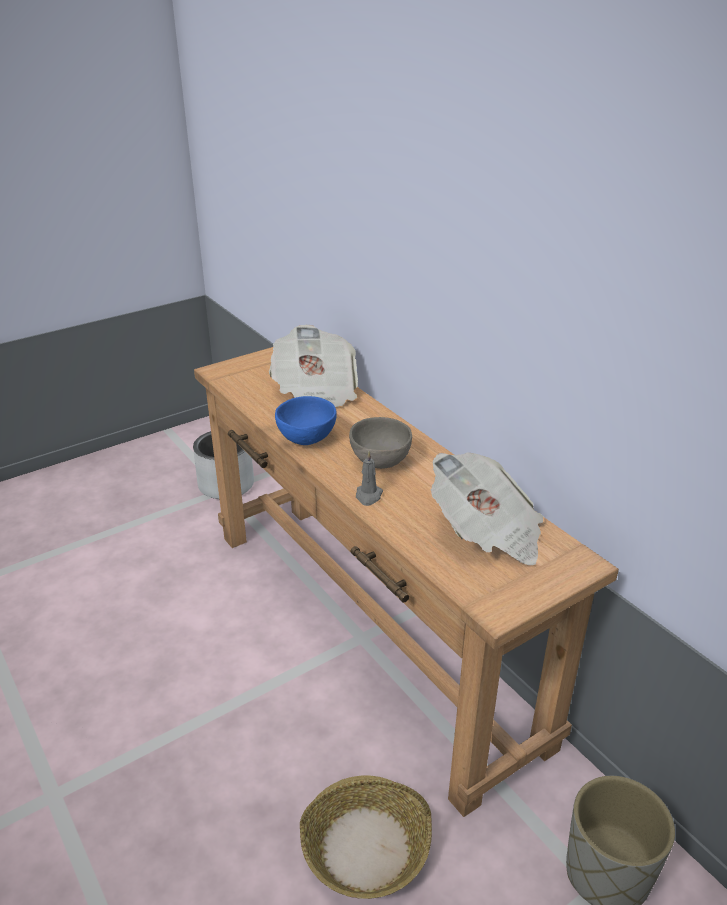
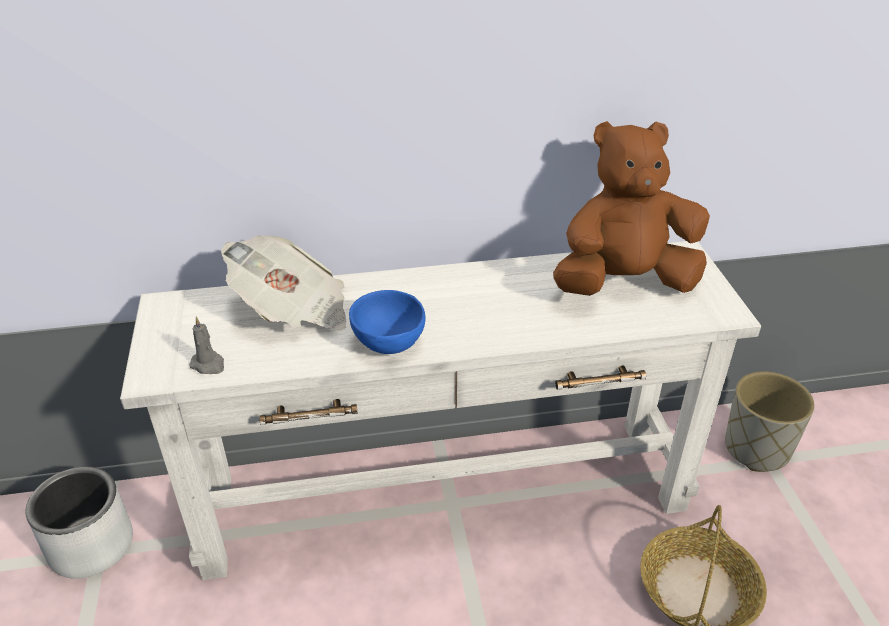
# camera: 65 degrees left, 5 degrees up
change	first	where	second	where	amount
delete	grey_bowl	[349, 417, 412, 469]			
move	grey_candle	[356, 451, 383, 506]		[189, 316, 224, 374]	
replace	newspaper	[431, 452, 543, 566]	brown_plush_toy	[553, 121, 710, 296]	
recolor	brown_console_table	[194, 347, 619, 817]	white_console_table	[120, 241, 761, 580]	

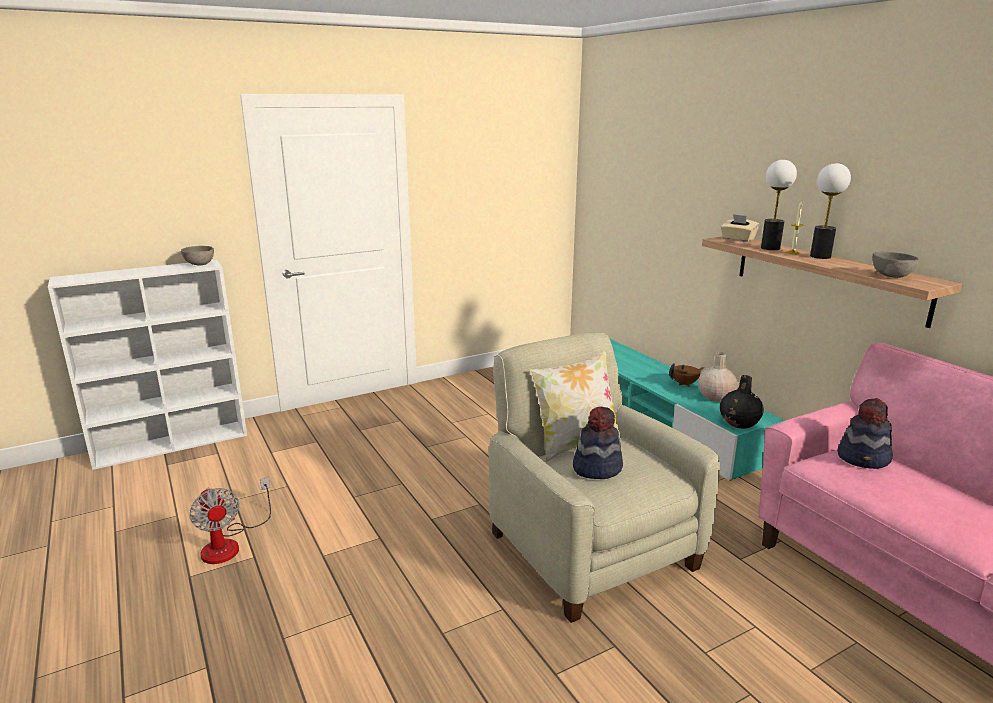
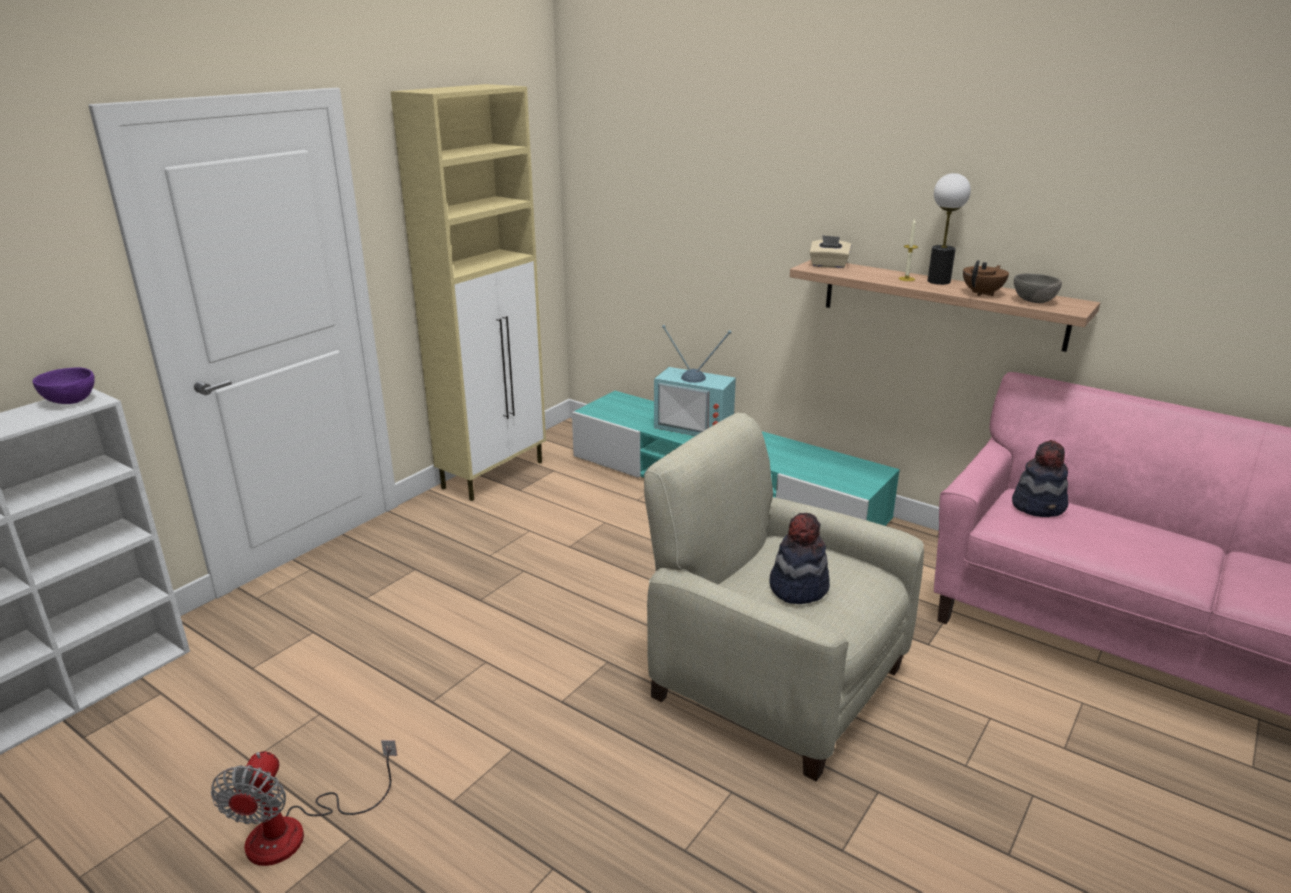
# camera: 25 degrees left, 5 degrees up
change	first	where	second	where	amount
delete	pillow	[530, 350, 621, 462]			
delete	beige_vase	[698, 352, 738, 402]			
delete	black_vase	[720, 375, 764, 429]			
delete	table_lamp	[761, 160, 797, 250]			
insert			beige_cabinet	[390, 84, 546, 501]	
insert			television	[654, 325, 736, 436]	
move	brown_teapot	[669, 363, 704, 387]		[963, 260, 1009, 296]	
recolor	grey_bowl	[181, 246, 214, 265]	purple_bowl	[32, 367, 95, 404]	
rotate	fan	[189, 477, 271, 564]		[211, 740, 397, 866]	60 degrees clockwise

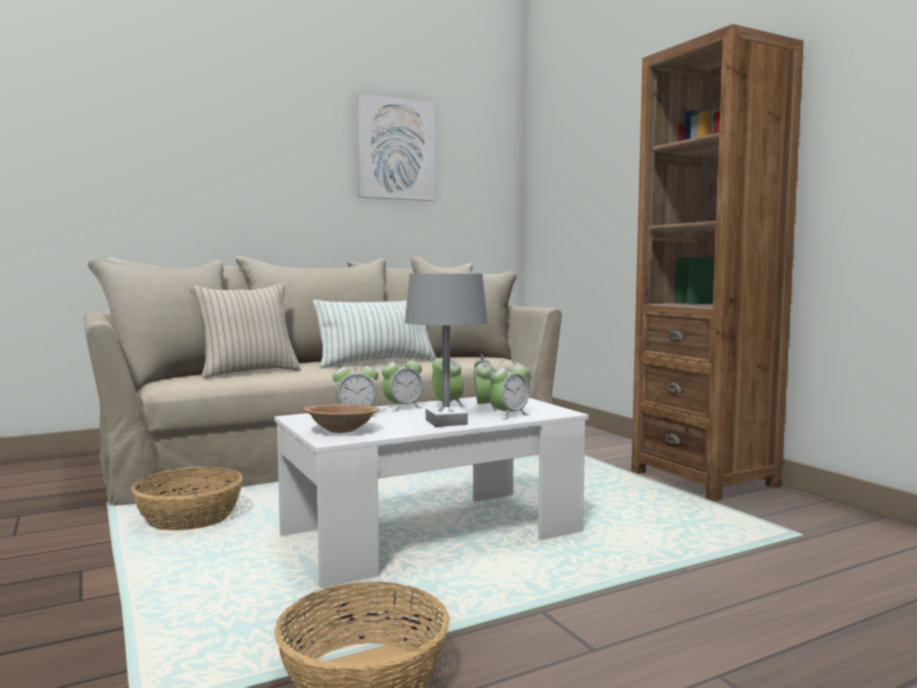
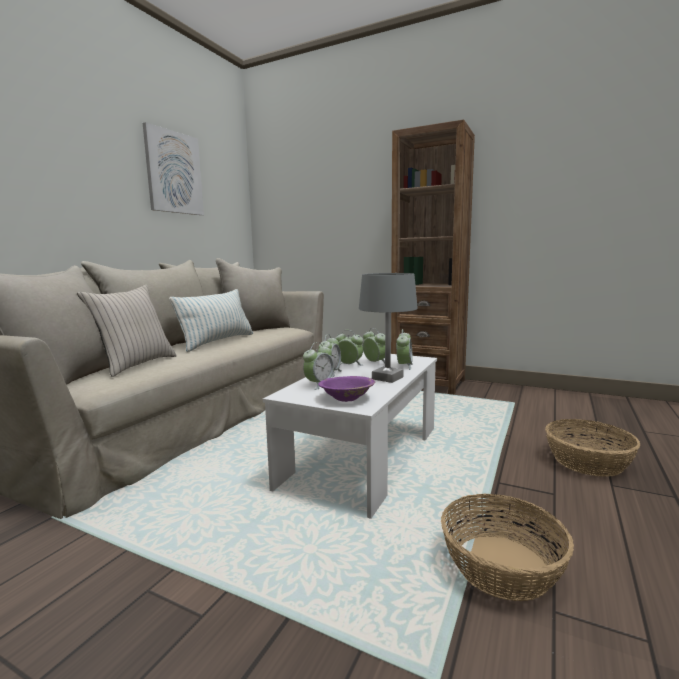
# camera: 35 degrees left, 5 degrees up
change	first	where	second	where	amount
move	basket	[131, 467, 243, 530]		[545, 419, 640, 477]	
recolor	brown_bowl	[304, 404, 379, 433]	purple_bowl	[318, 376, 375, 402]	

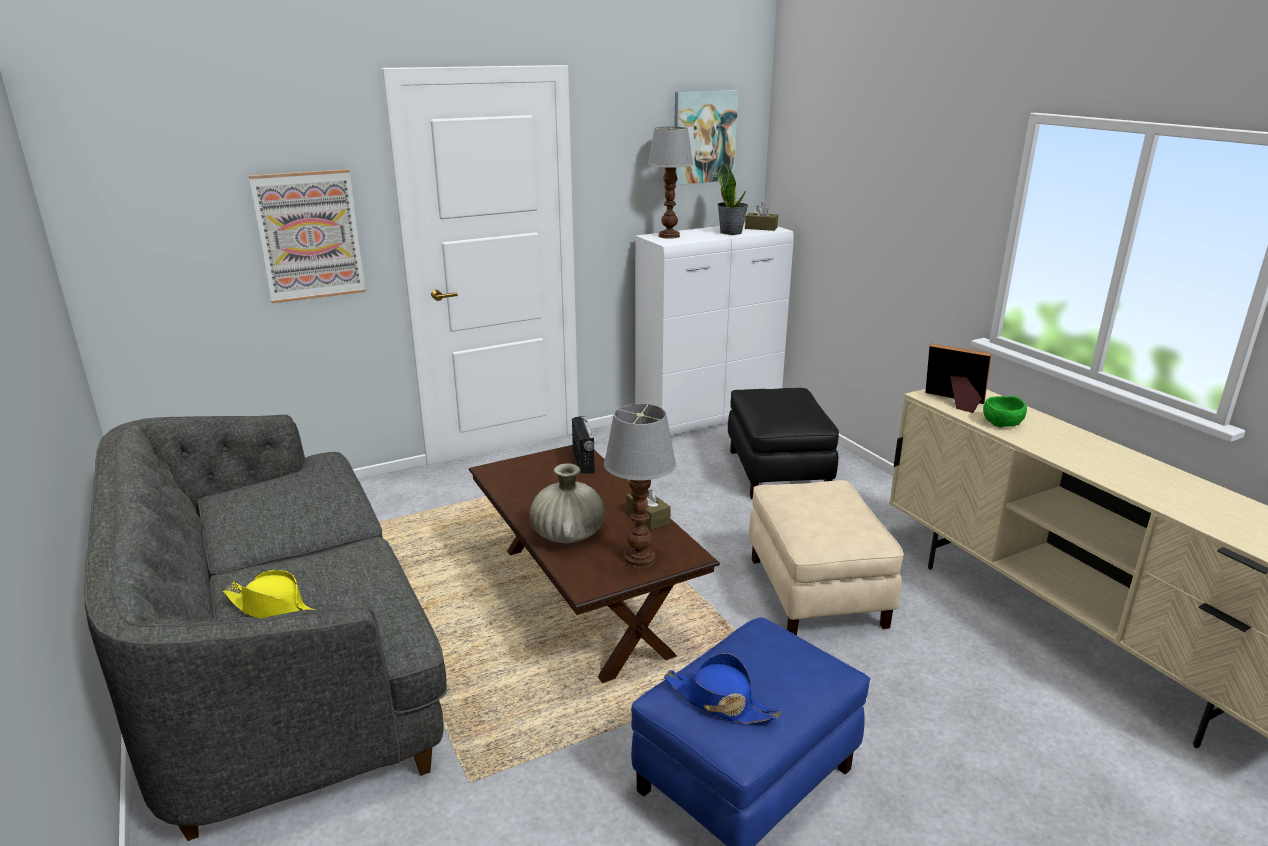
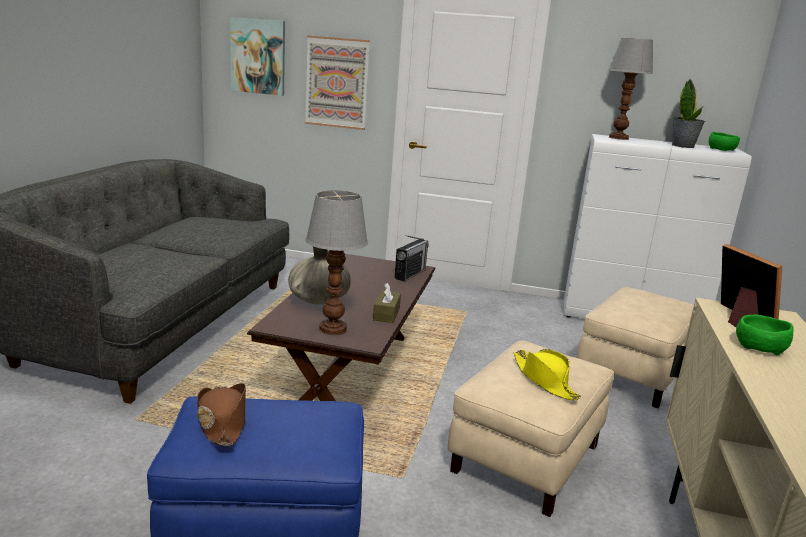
# camera: 40 degrees right, 5 degrees down
change	first	where	second	where	amount
move	yellow_hat	[223, 570, 314, 618]		[514, 349, 581, 401]	
move	picture	[674, 90, 739, 185]		[230, 17, 285, 96]	
replace	brown_tissue_box	[745, 202, 778, 231]	green_bowl	[709, 132, 740, 151]	
recolor	blue_hat	[664, 653, 782, 723]	brown_hat	[197, 383, 246, 446]	
recolor	black_ottoman	[728, 388, 839, 499]	beige_ottoman	[577, 287, 694, 409]	

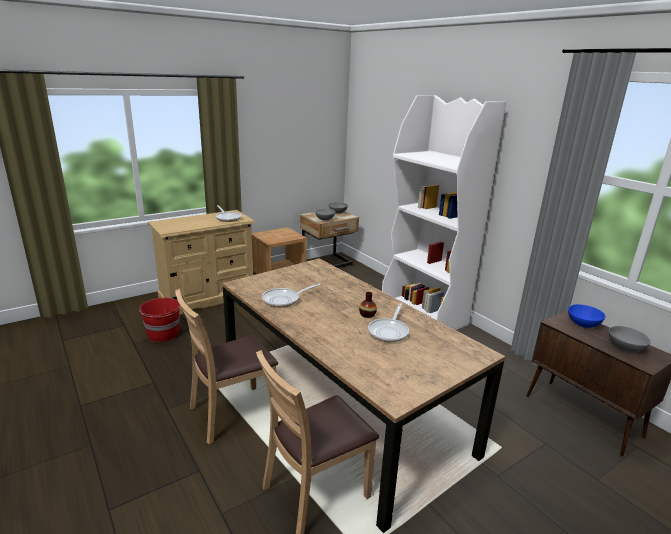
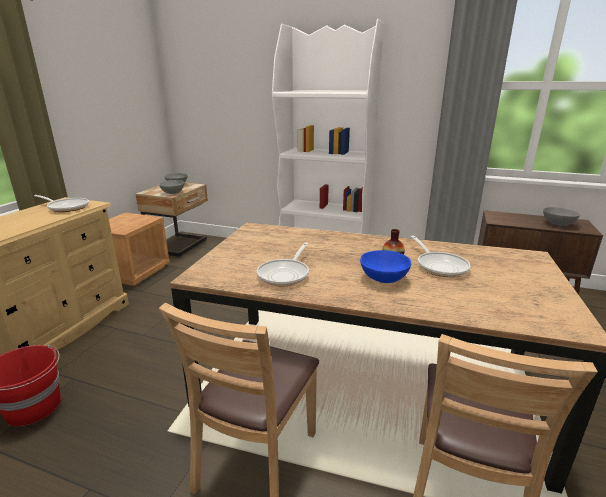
# camera: 35 degrees left, 0 degrees up
change	first	where	second	where	amount
move	blue_bowl	[568, 304, 605, 328]		[360, 250, 411, 283]	

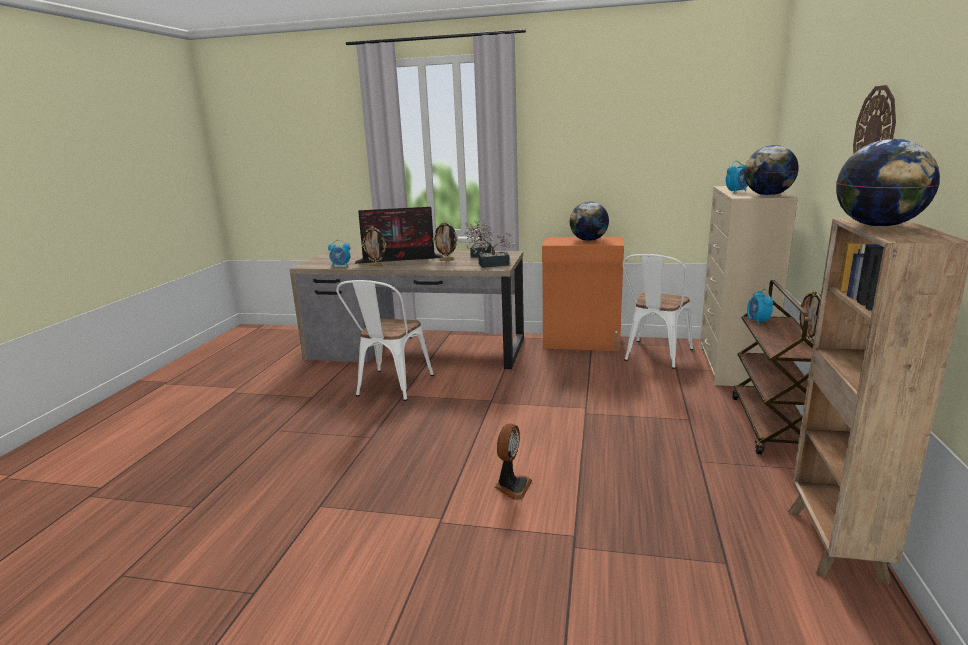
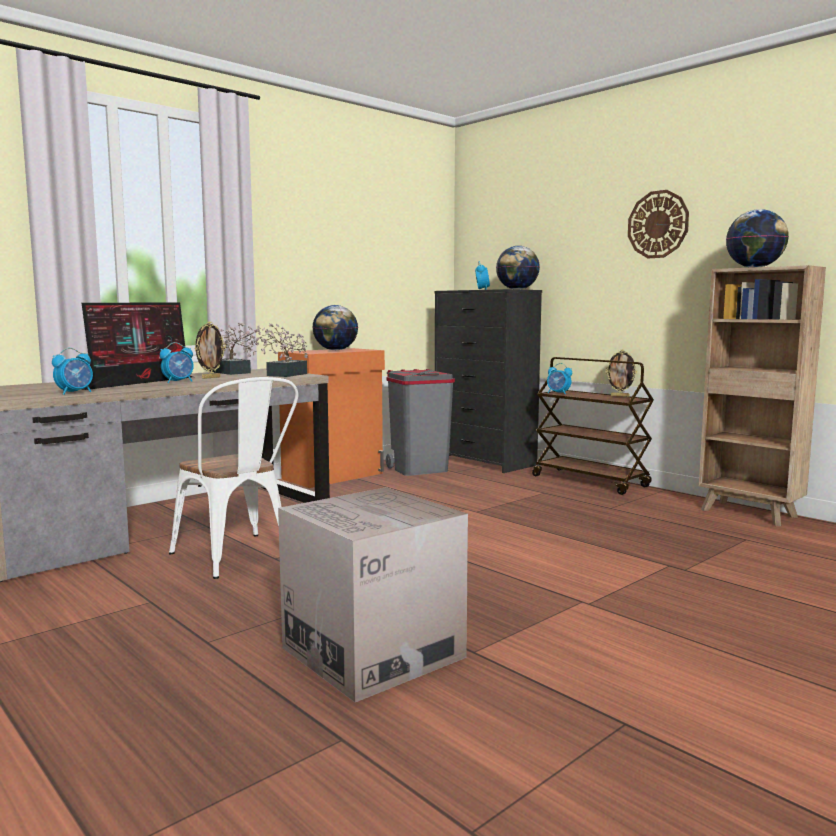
# camera: 55 degrees left, 10 degrees down
change	first	where	second	where	amount
delete	picture_frame	[362, 226, 386, 266]			
delete	fan	[495, 424, 532, 500]			
insert			alarm_clock	[160, 342, 194, 383]	
insert			cardboard_box	[278, 487, 468, 702]	
replace	white_chair	[623, 254, 693, 369]	grey_trash_can	[386, 369, 455, 476]	
recolor	beige_dresser	[700, 186, 798, 386]	black_dresser	[434, 289, 542, 473]	

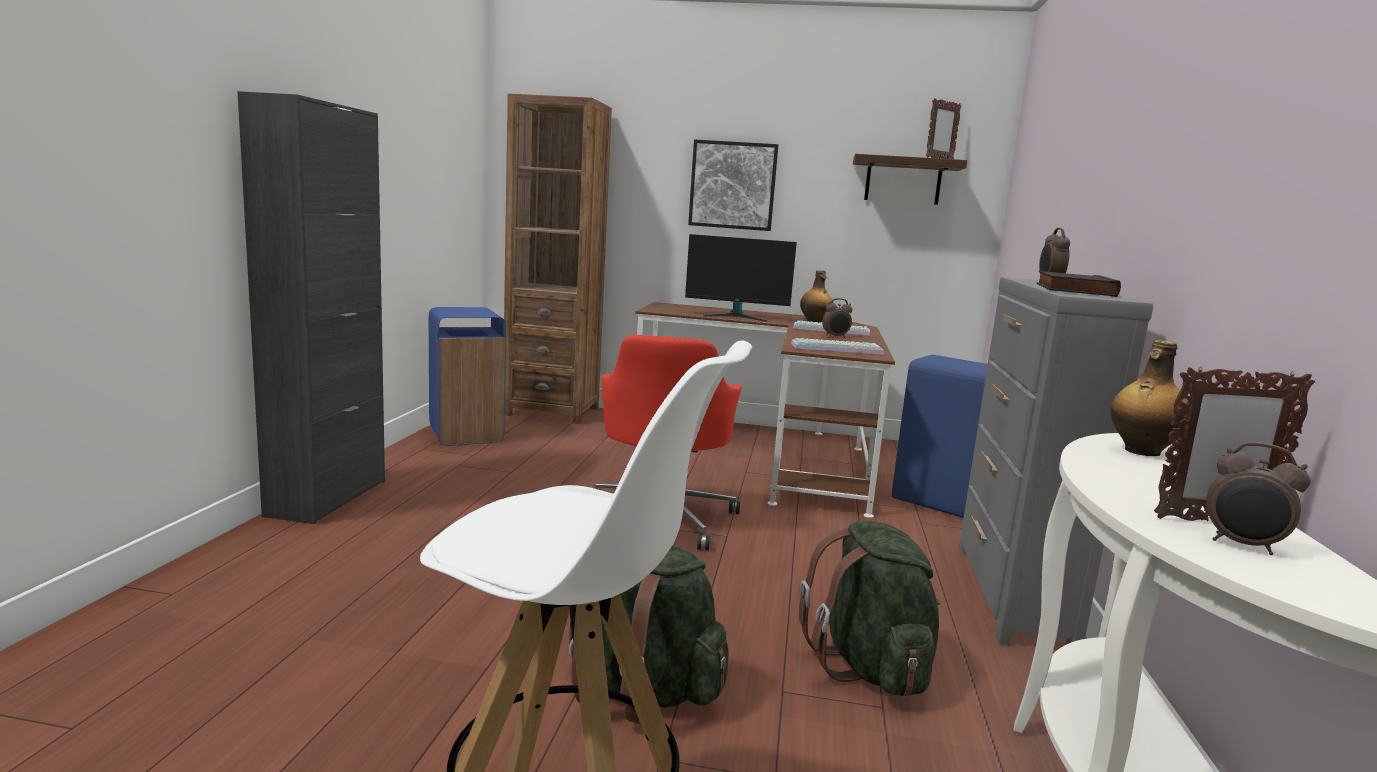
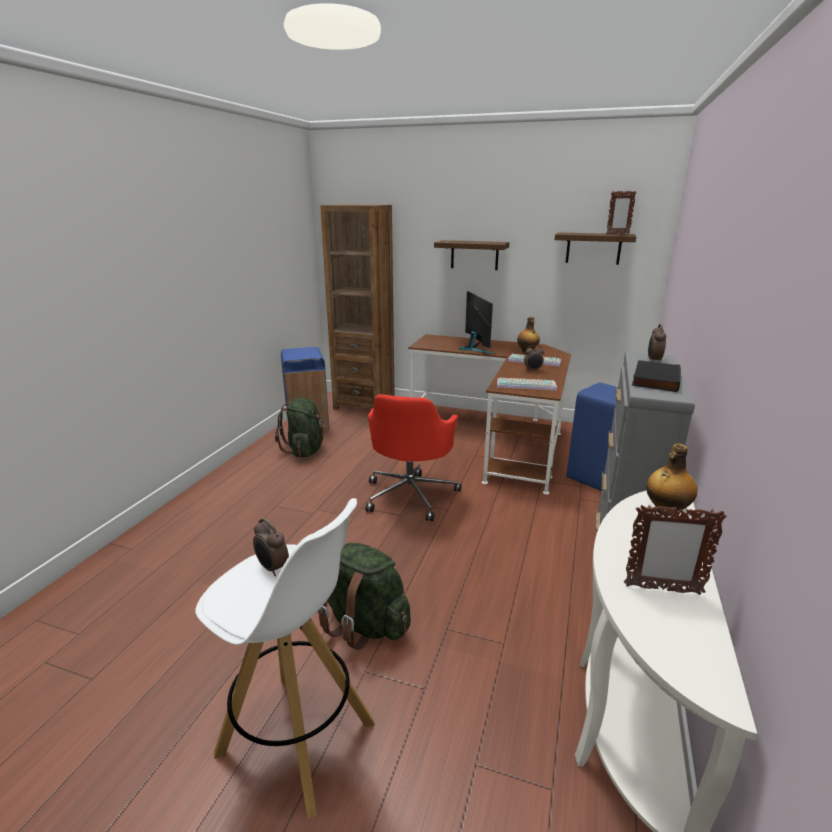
# camera: 10 degrees right, 10 degrees up
change	first	where	second	where	amount
delete	black_cabinet	[237, 91, 385, 524]			
move	green_backpack	[799, 520, 940, 697]		[275, 398, 327, 458]	
move	alarm_clock	[1206, 442, 1311, 555]		[253, 518, 289, 576]	
replace	picture	[688, 139, 778, 231]	shelf	[434, 240, 509, 270]	
rotate	monitor	[685, 234, 797, 322]		[459, 291, 495, 354]	120 degrees counterclockwise

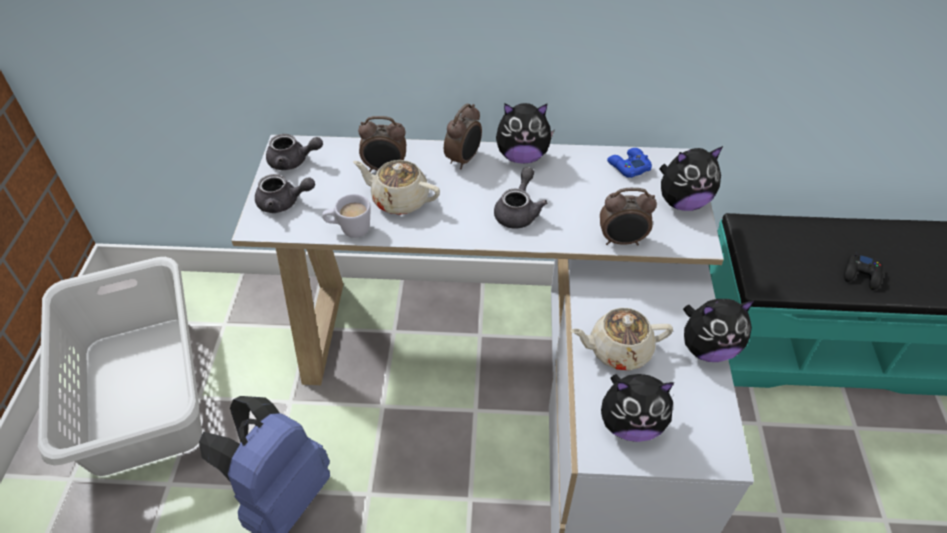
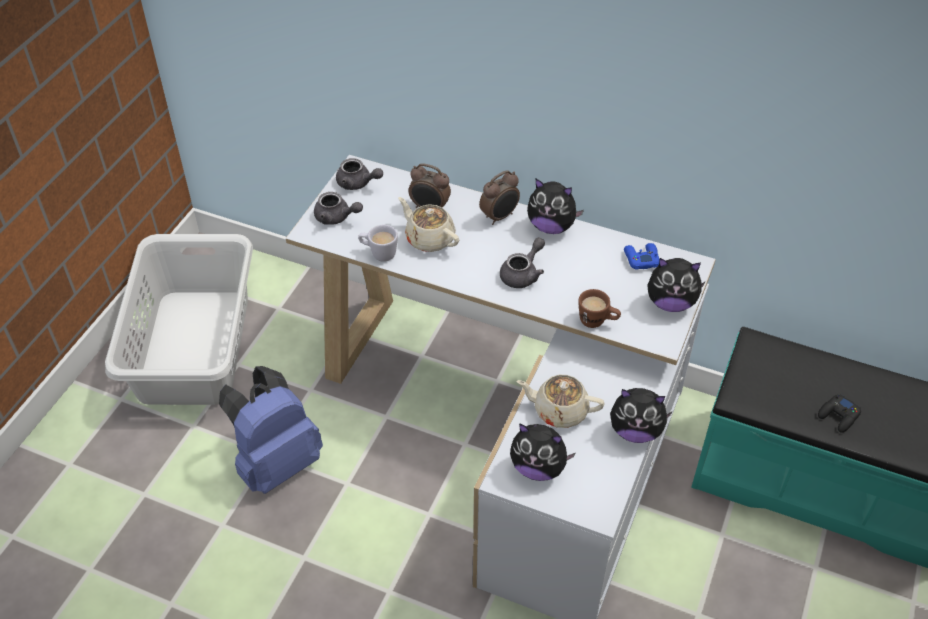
# camera: 20 degrees right, 0 degrees up
change	first	where	second	where	amount
replace	alarm_clock	[600, 188, 657, 246]	brown_mug	[578, 289, 621, 328]	

